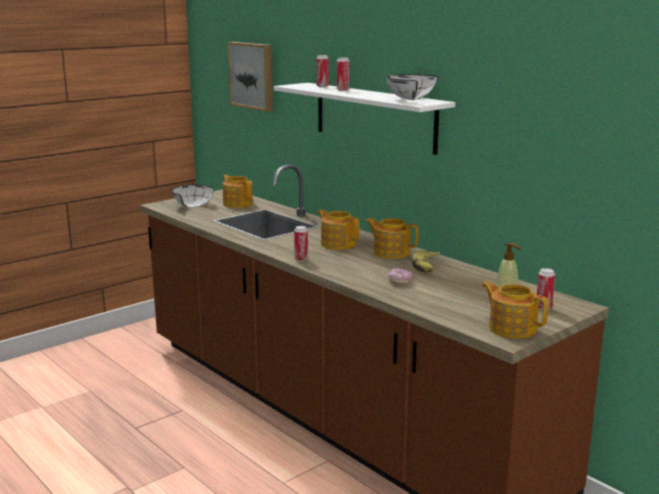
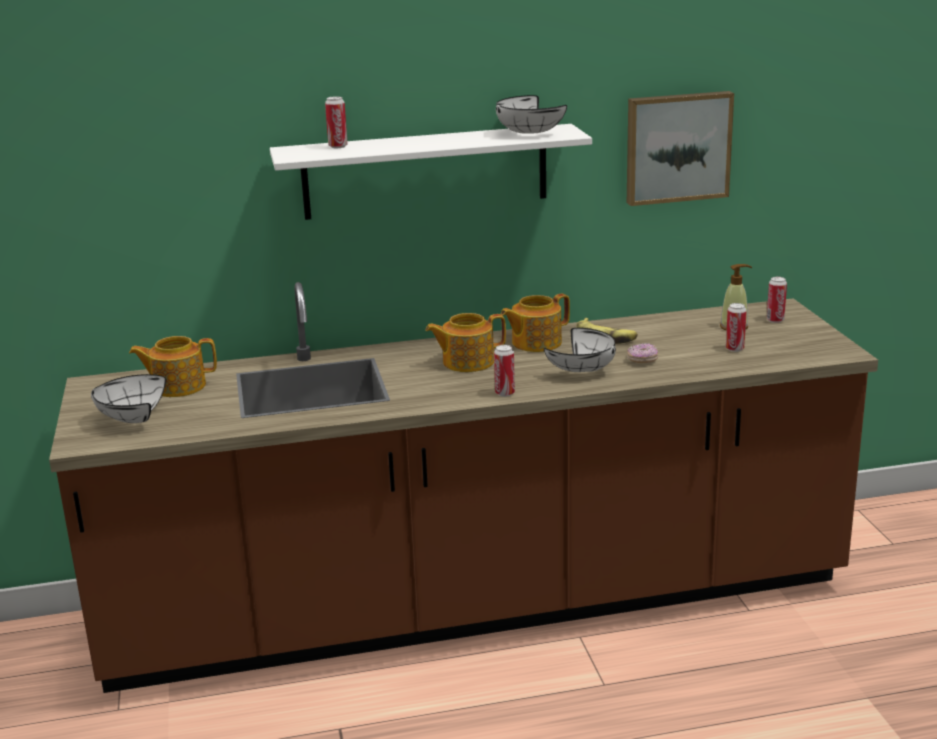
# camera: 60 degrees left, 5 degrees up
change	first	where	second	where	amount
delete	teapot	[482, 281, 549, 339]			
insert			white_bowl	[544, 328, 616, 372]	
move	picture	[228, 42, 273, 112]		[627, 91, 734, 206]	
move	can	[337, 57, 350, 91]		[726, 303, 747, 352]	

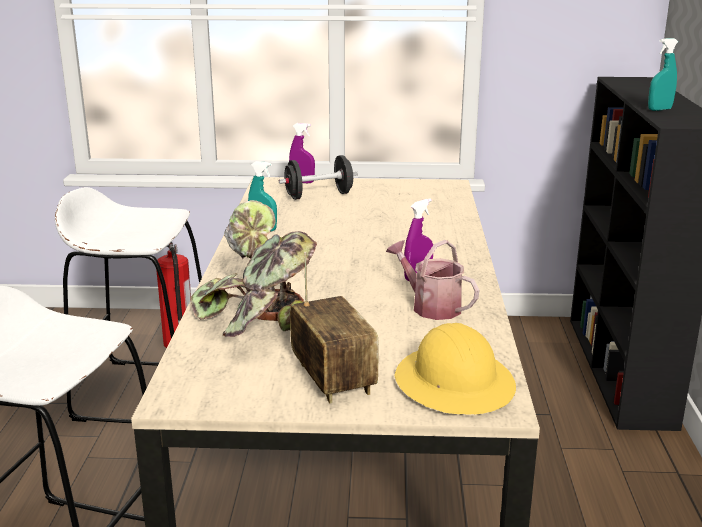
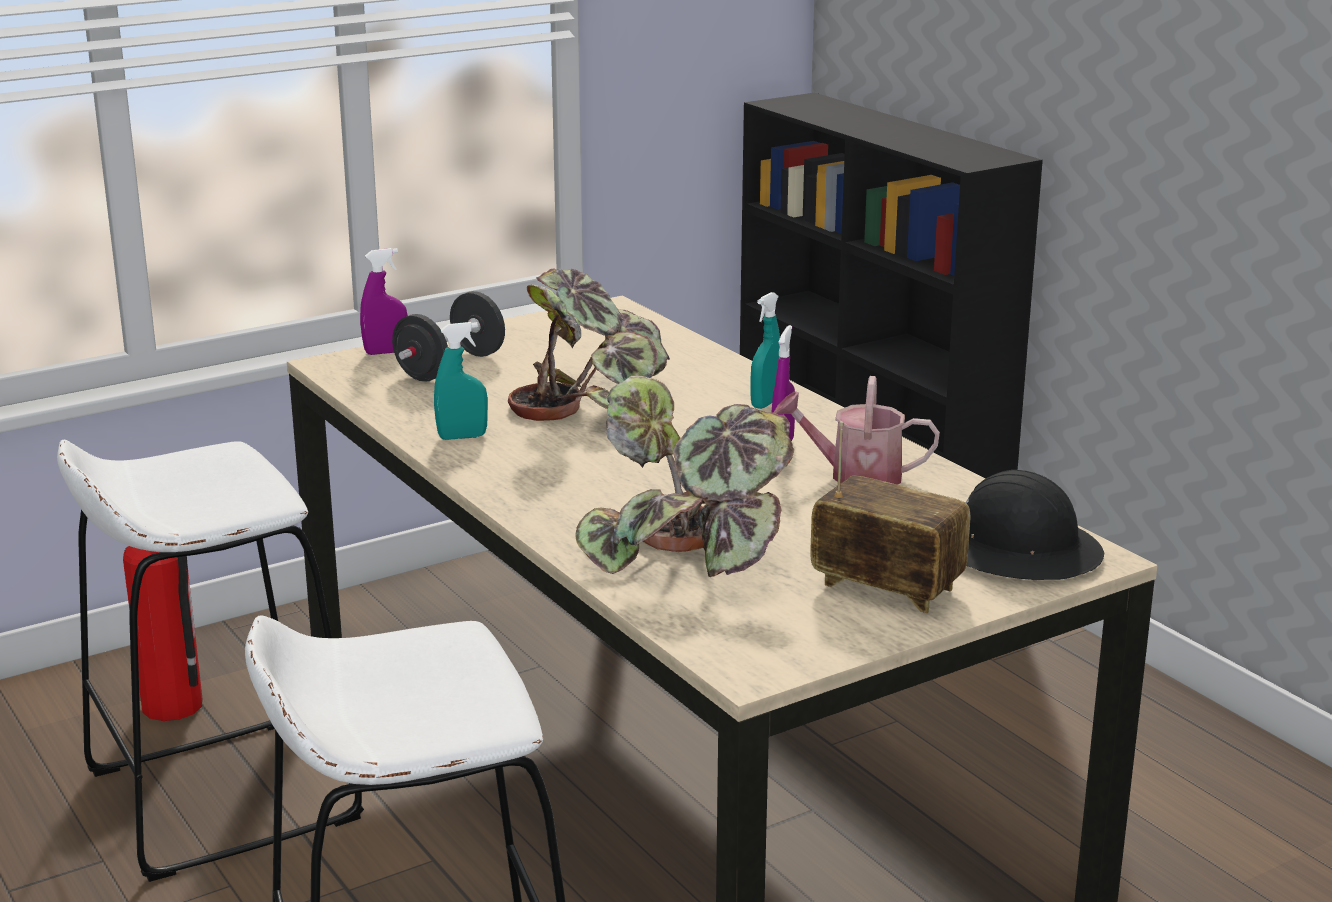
# camera: 35 degrees left, 0 degrees up
change	first	where	second	where	amount
insert			potted_plant	[508, 268, 670, 421]	
move	turquoise_spray_bottle	[648, 38, 678, 111]		[750, 292, 780, 409]	
recolor	yellow_hard_hat	[395, 323, 516, 415]	black_hard_hat	[966, 470, 1104, 580]	

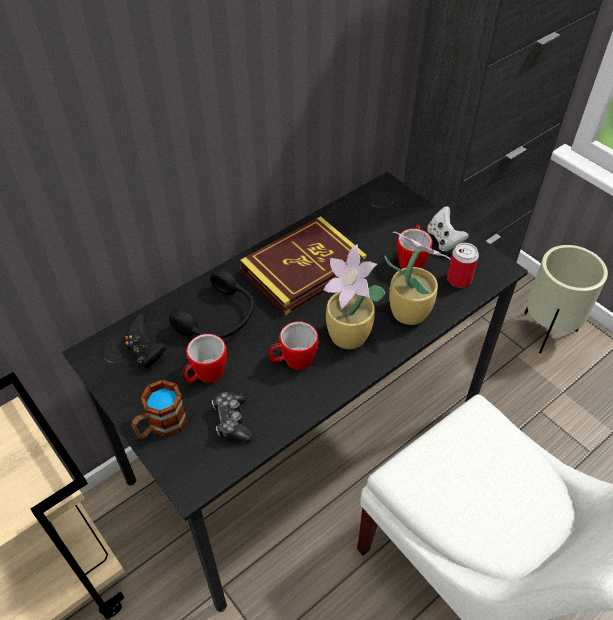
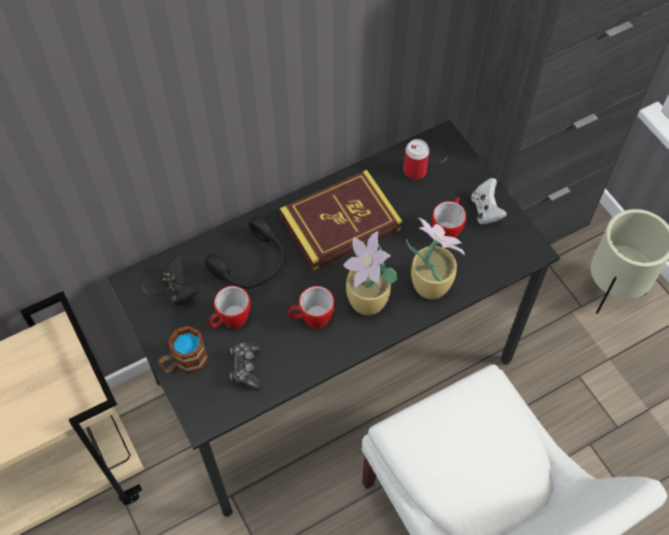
# camera: 10 degrees right, 10 degrees up
change	first	where	second	where	amount
move	can	[447, 243, 479, 288]		[403, 139, 430, 179]	

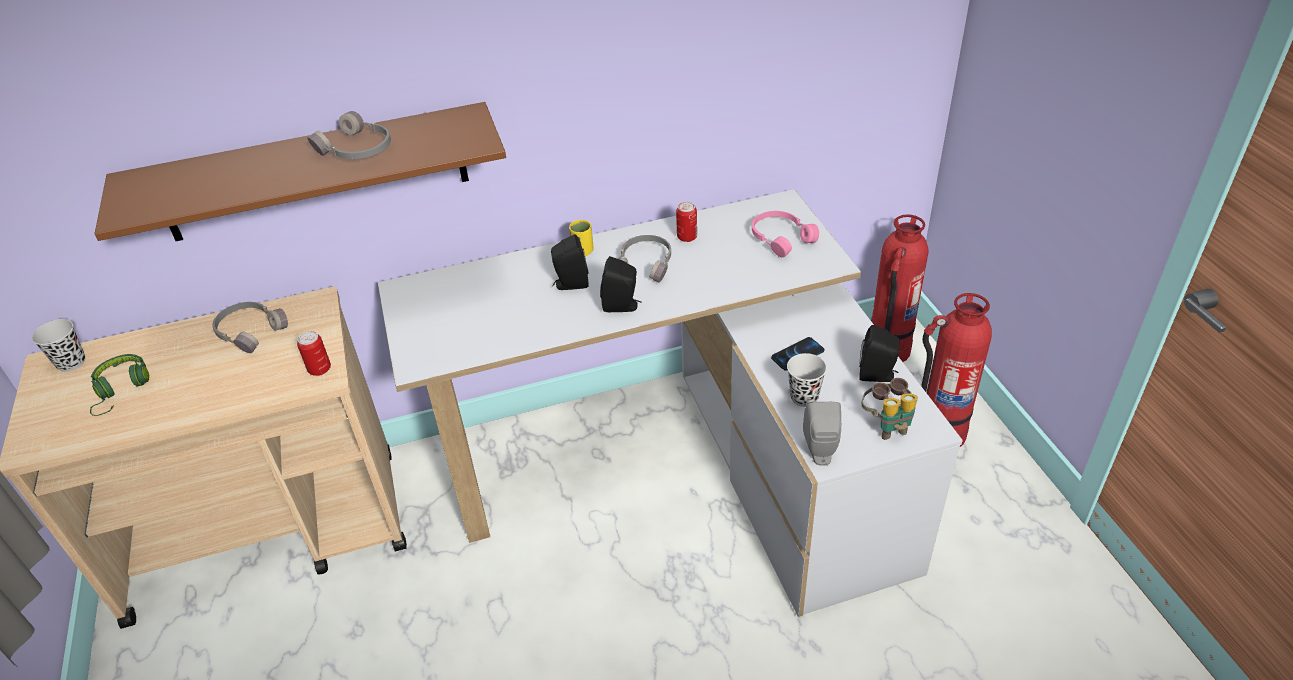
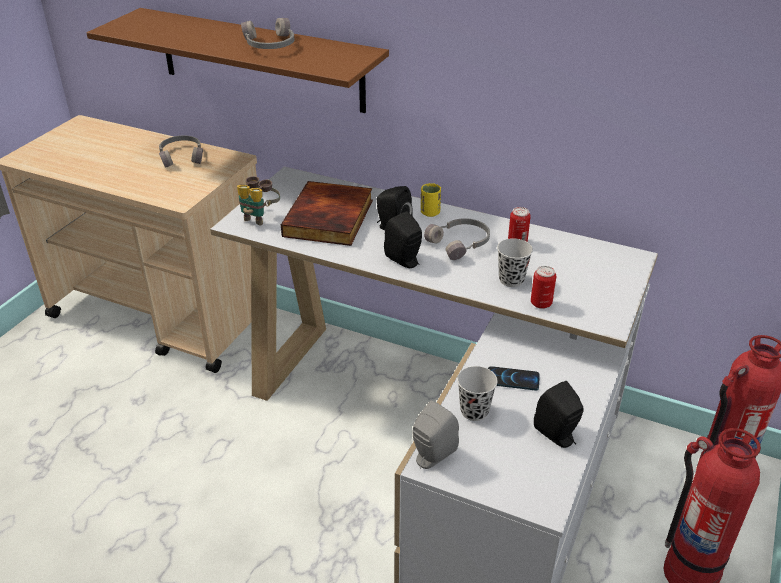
# camera: 40 degrees right, 5 degrees down
change	first	where	second	where	amount
delete	green_headphones	[90, 354, 149, 416]			
delete	pink_headphones	[752, 211, 819, 258]			
insert			book	[281, 181, 373, 246]	
move	black_cup	[31, 319, 85, 372]		[497, 238, 533, 287]	
move	can	[297, 331, 331, 376]		[531, 266, 556, 309]	
move	binoculars	[861, 378, 918, 440]		[237, 176, 280, 225]	

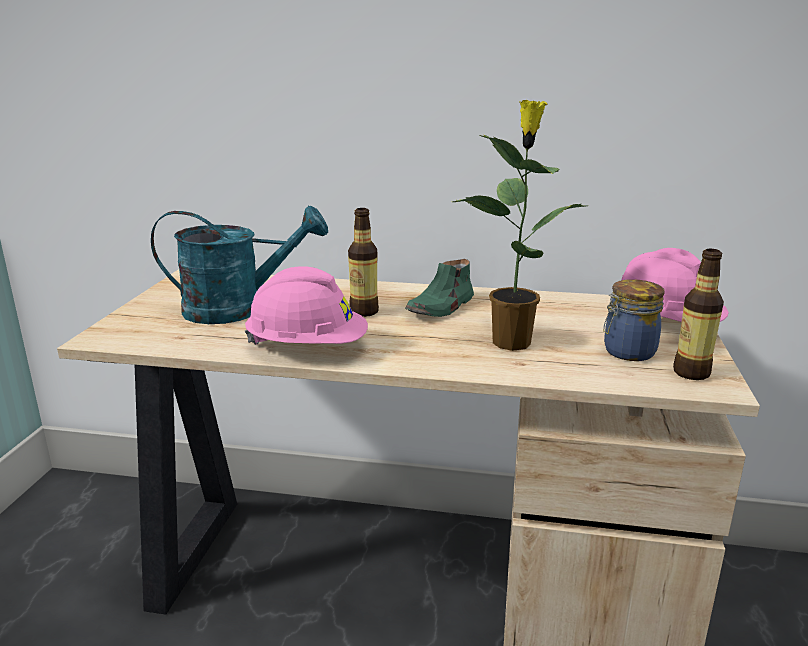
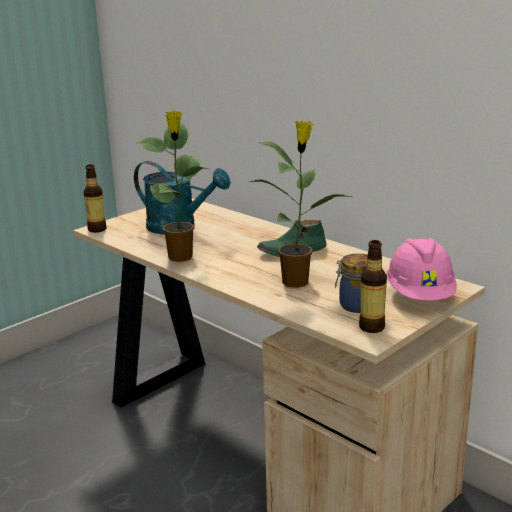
# camera: 35 degrees right, 0 degrees up
change	first	where	second	where	amount
move	bottle	[348, 208, 379, 317]		[83, 164, 107, 233]	
replace	pink_hard_hat	[245, 267, 368, 345]	potted_plant	[137, 110, 209, 262]	

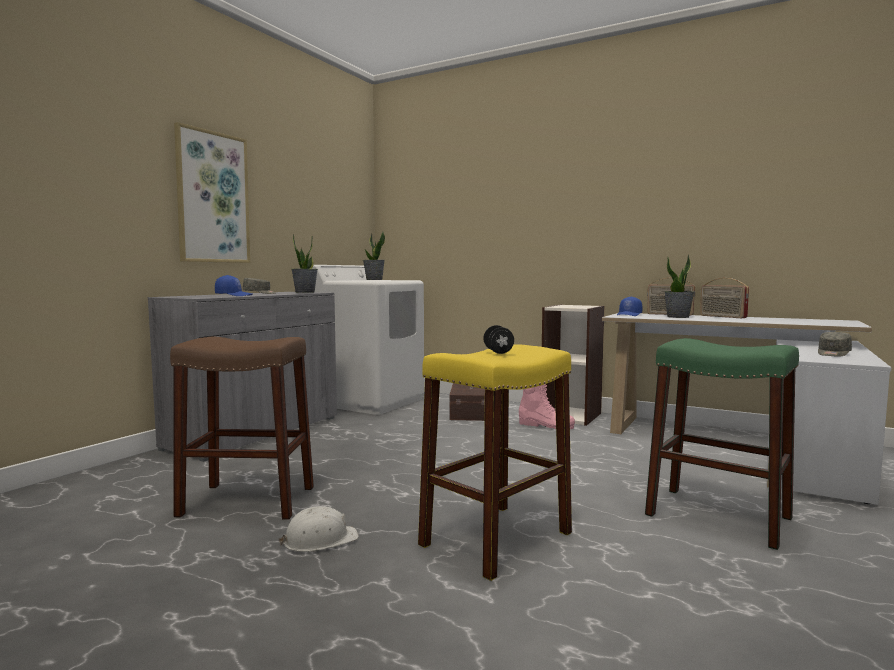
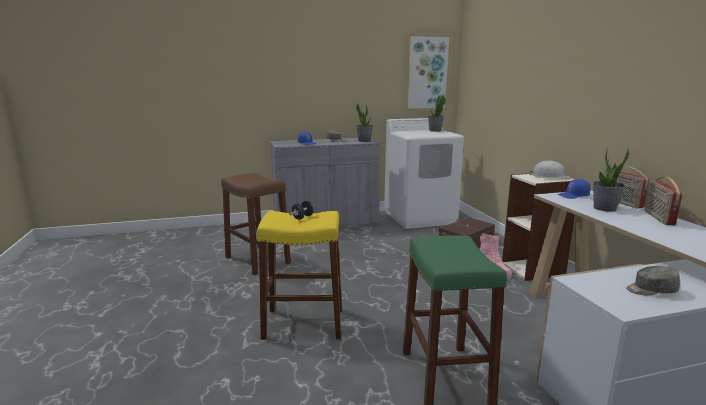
# camera: 45 degrees right, 10 degrees up
change	first	where	second	where	amount
move	picture	[174, 122, 250, 263]		[405, 34, 452, 110]	
move	white_hard_hat	[279, 506, 359, 552]		[529, 160, 570, 179]	

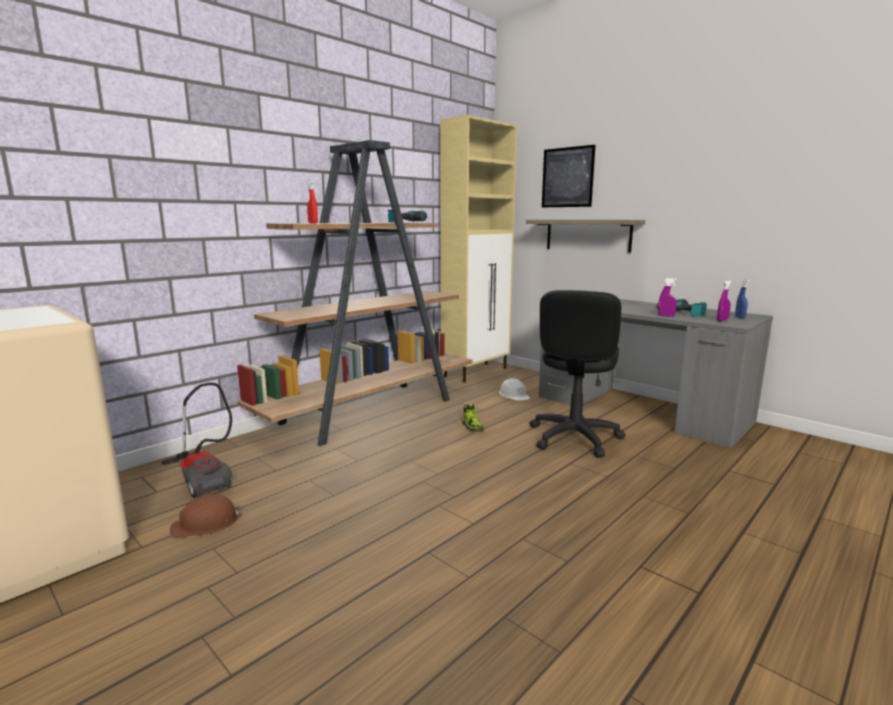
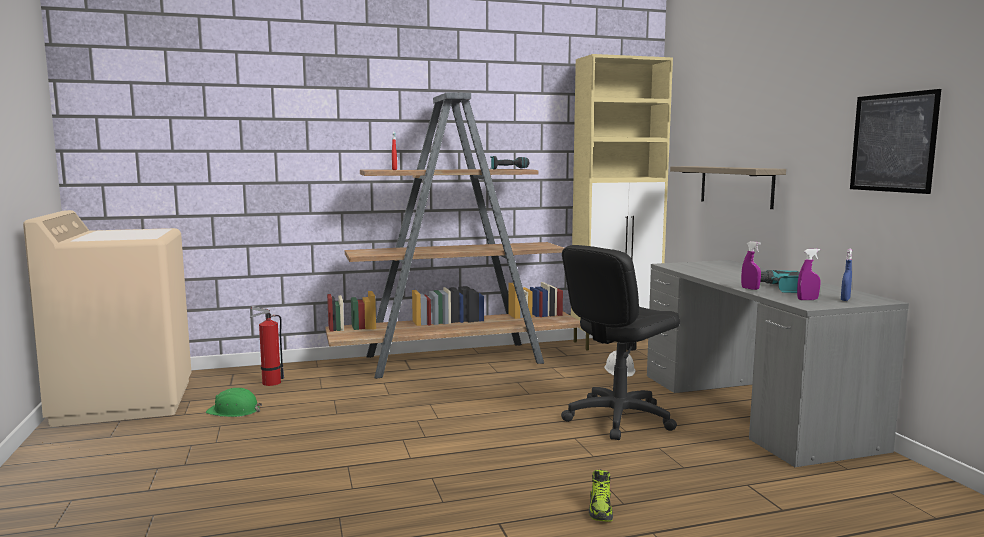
# camera: 30 degrees right, 5 degrees down
change	first	where	second	where	amount
move	shoe	[462, 404, 484, 432]		[589, 470, 613, 522]	
move	picture	[542, 145, 595, 207]		[850, 89, 941, 194]	
replace	vacuum_cleaner	[161, 382, 232, 498]	fire_extinguisher	[250, 306, 284, 386]	
recolor	brown_hard_hat	[170, 494, 242, 537]	green_hard_hat	[206, 388, 262, 417]	

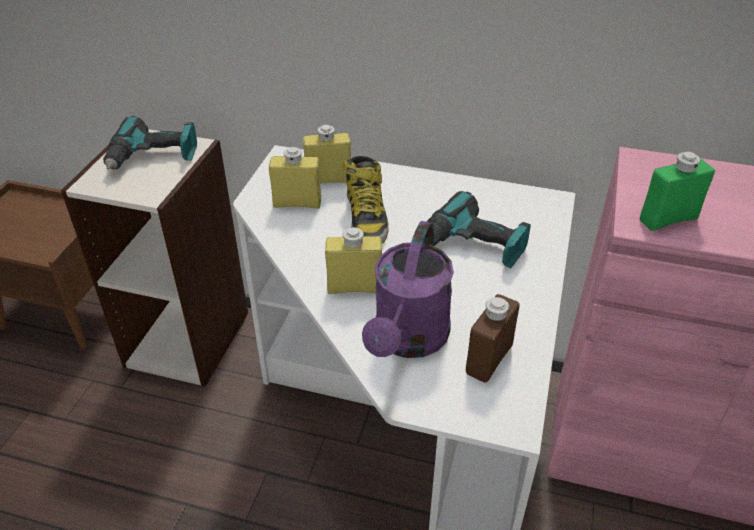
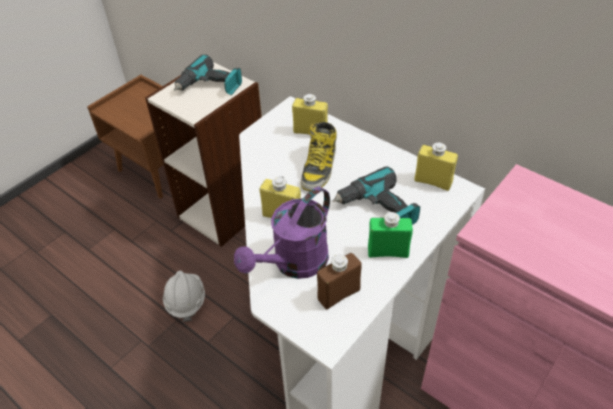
# camera: 25 degrees right, 5 degrees up
change	first	where	second	where	amount
insert			white_hard_hat	[163, 271, 205, 322]	
move	yellow_bottle	[269, 147, 321, 209]		[414, 143, 458, 191]	
move	green_bottle	[640, 152, 715, 231]		[368, 212, 413, 258]	

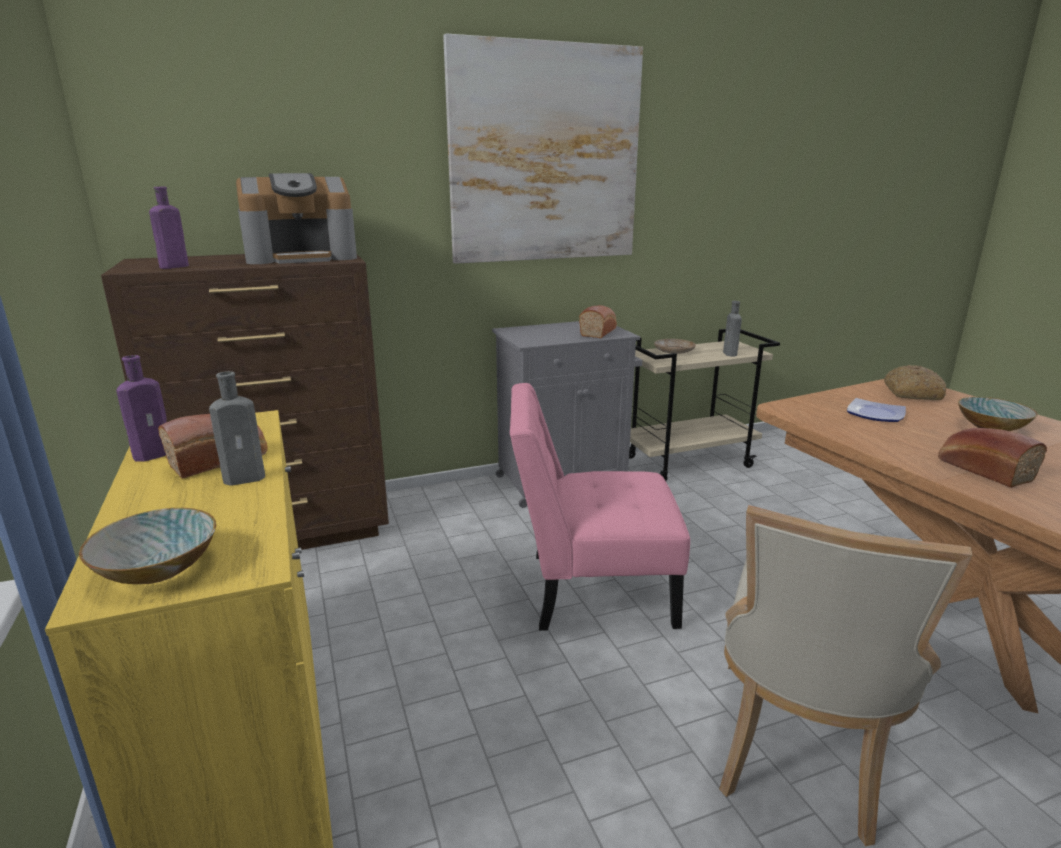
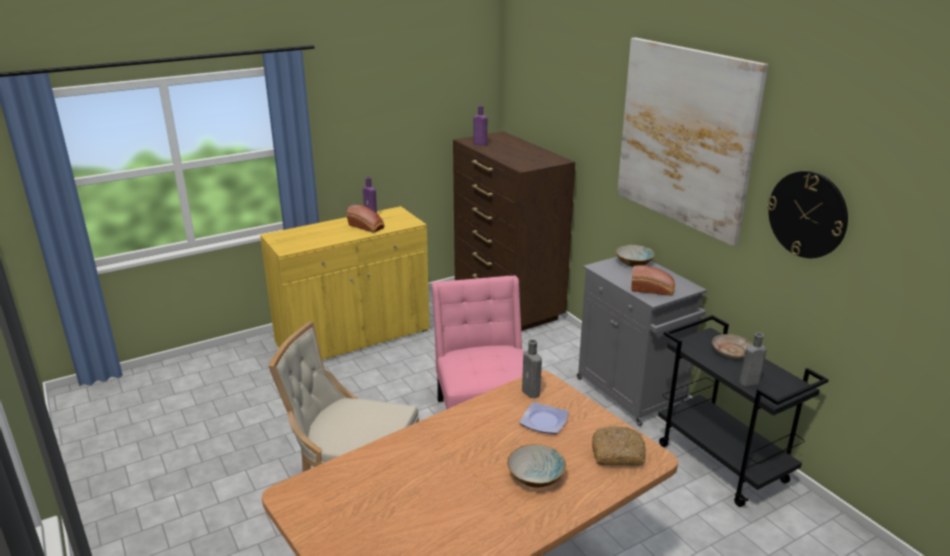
# camera: 80 degrees right, 5 degrees up
change	first	where	second	where	amount
delete	coffee_machine	[236, 173, 357, 264]			
delete	bread	[938, 428, 1047, 488]			
insert			wall_clock	[767, 171, 848, 258]	
move	bowl	[79, 508, 216, 584]		[616, 245, 655, 267]	
move	grey_bottle	[209, 371, 265, 486]		[522, 339, 542, 398]	
recolor	beige_cart	[629, 329, 780, 481]	black_cart	[658, 315, 829, 507]	

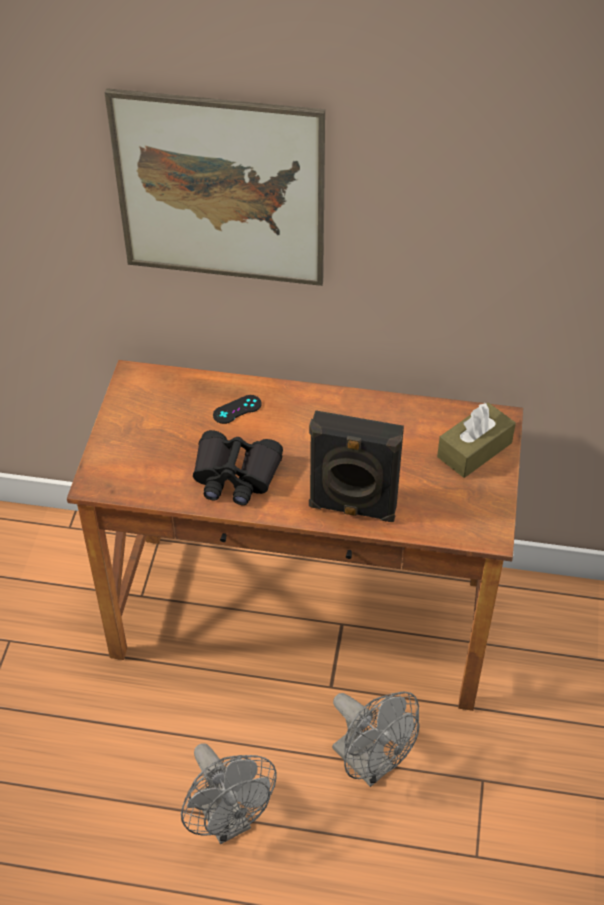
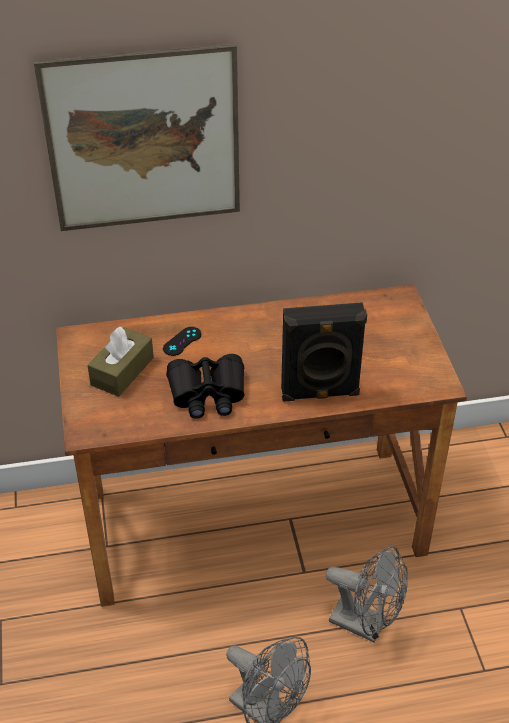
# camera: 20 degrees left, 5 degrees down
change	first	where	second	where	amount
move	brown_tissue_box	[437, 402, 516, 478]		[87, 327, 154, 397]	

